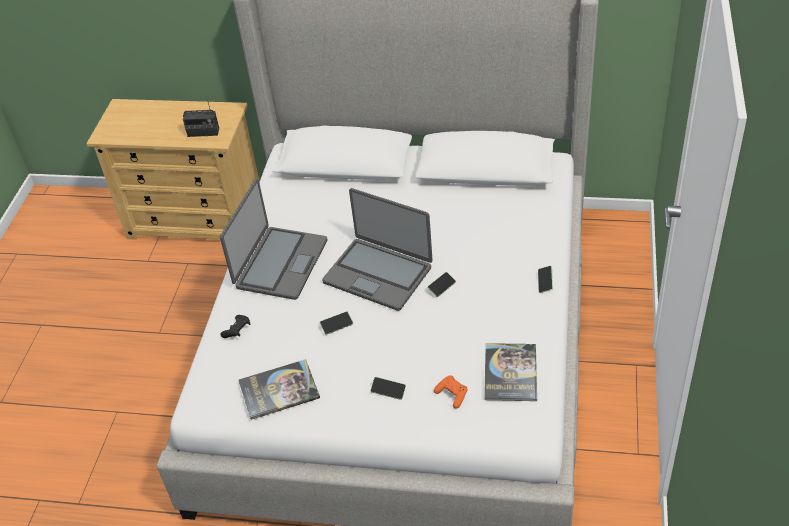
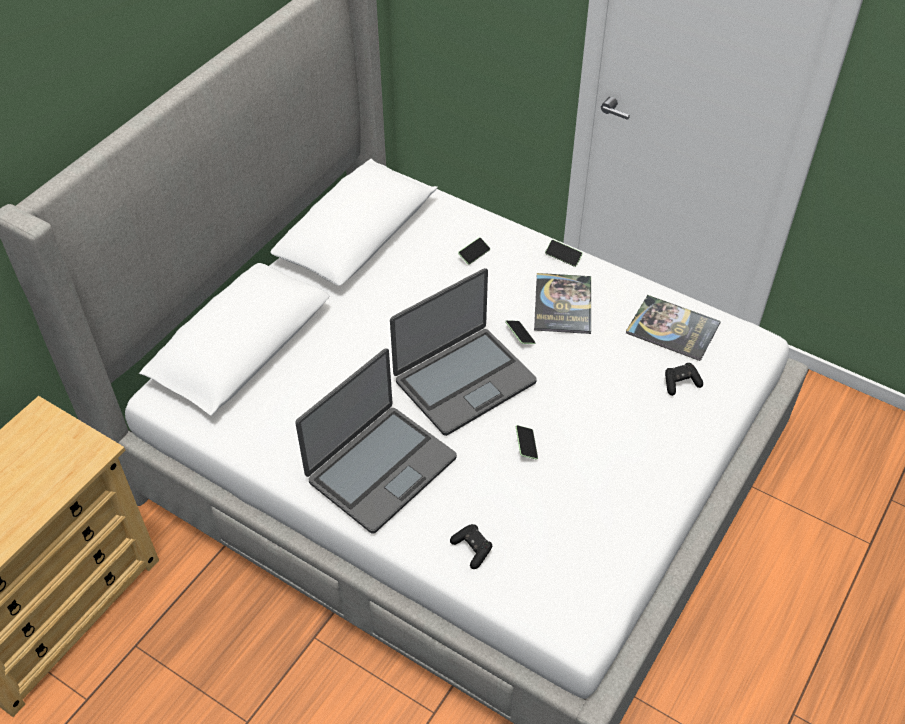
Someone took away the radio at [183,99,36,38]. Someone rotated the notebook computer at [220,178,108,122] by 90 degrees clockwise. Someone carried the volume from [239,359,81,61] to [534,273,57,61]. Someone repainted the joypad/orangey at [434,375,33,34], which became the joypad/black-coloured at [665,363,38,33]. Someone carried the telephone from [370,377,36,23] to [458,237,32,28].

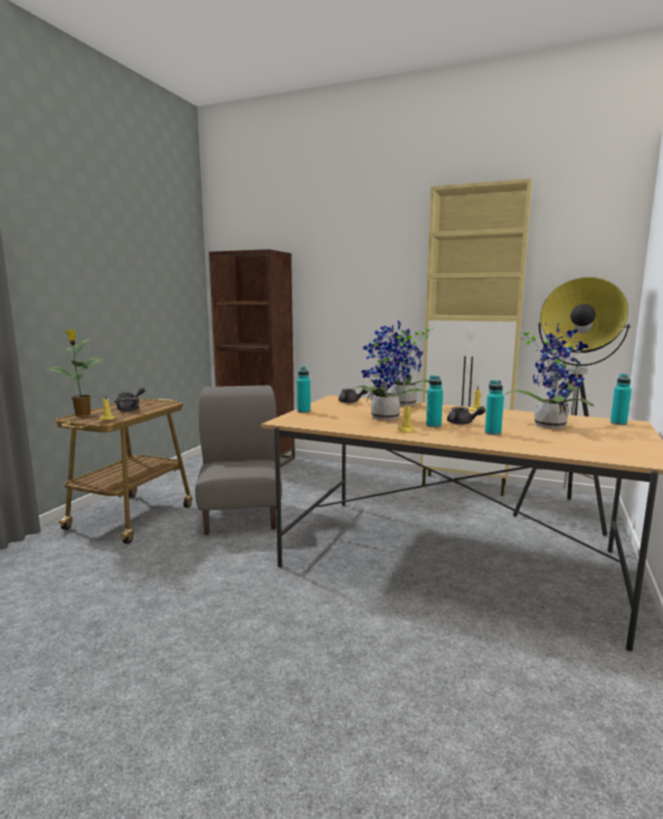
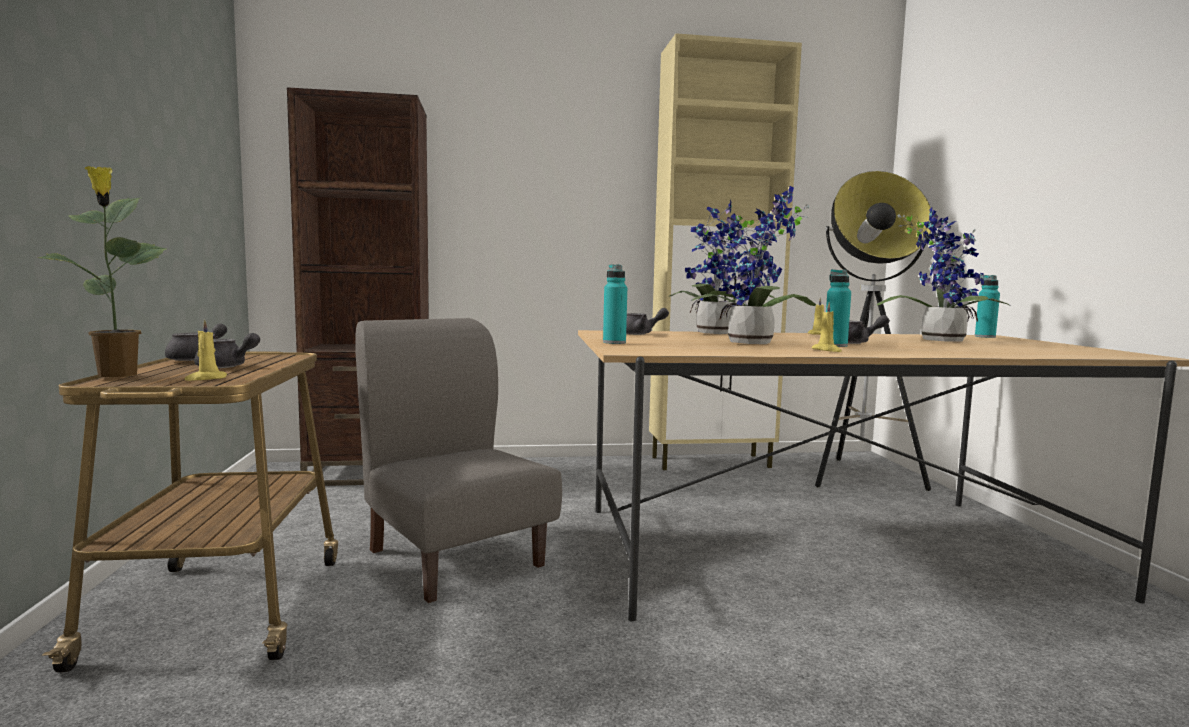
Someone took away the bottle/turquoise at [485,380,19,55].

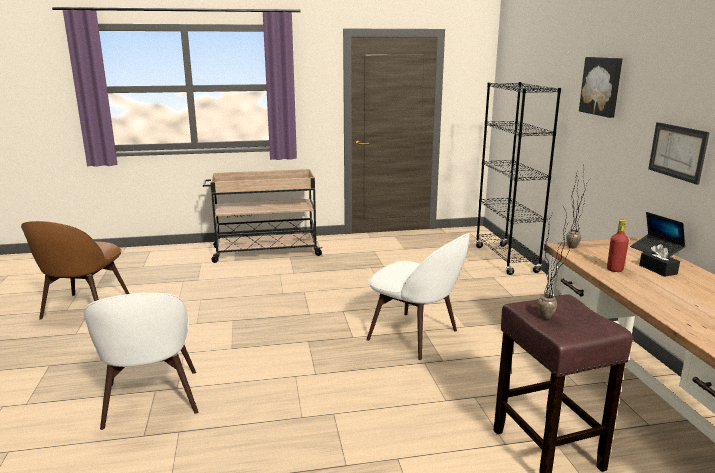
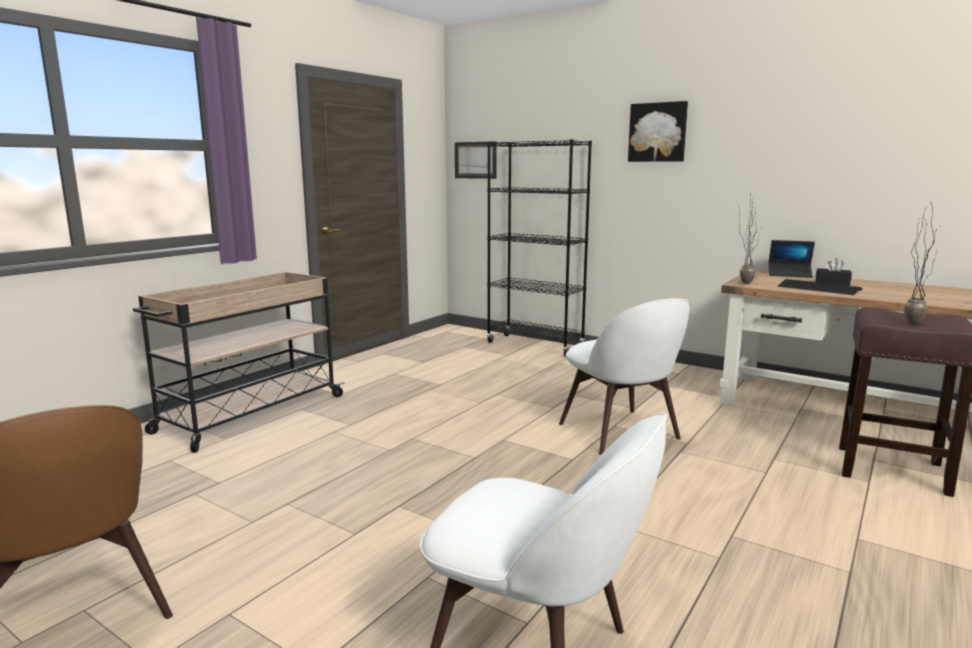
Someone carried the picture from [648,122,62,63] to [455,141,42,38]. Someone swapped the bottle/red-coloured at [607,220,22,52] for the PC keyboard at [778,279,84,16]. Someone rotated the upright chair/whitish at [367,233,103,127] by 75 degrees clockwise.

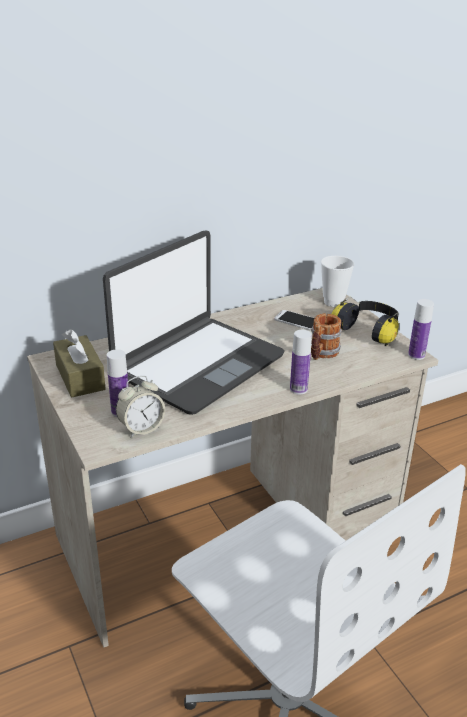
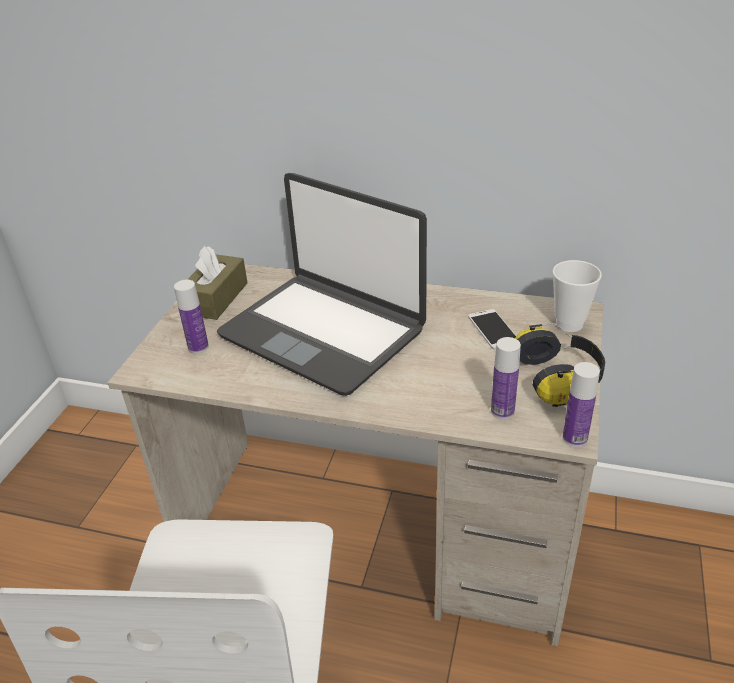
Someone rotated the notebook computer at [103,231,182,184] by 45 degrees clockwise. Someone took away the tea mug at [311,313,31,47]. Someone carried the bottle from [290,330,22,65] to [491,337,30,82]. Someone took away the alarm clock at [116,376,49,62].

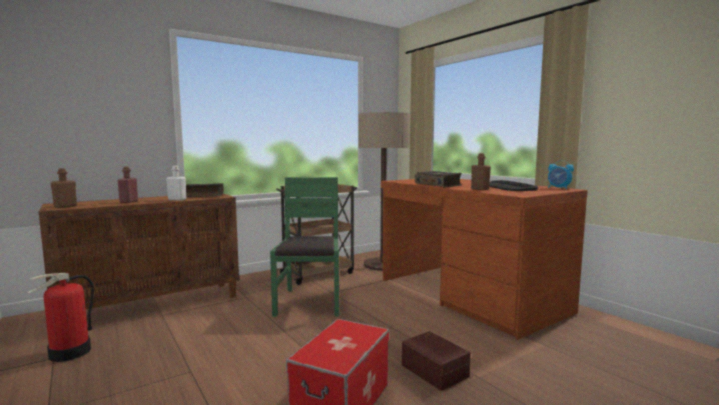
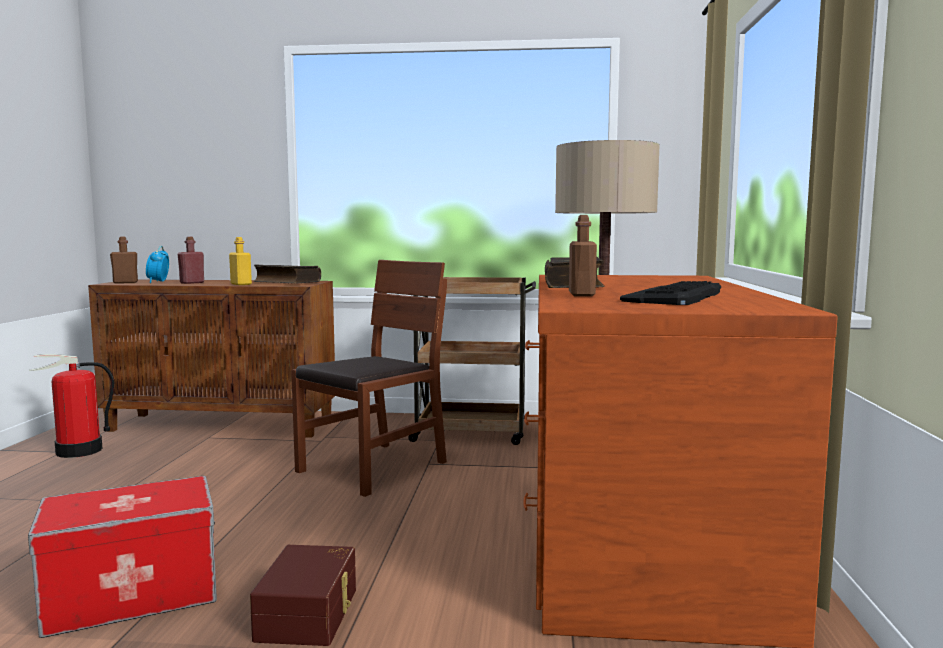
Someone carried the alarm clock from [548,160,26,29] to [146,246,23,37]. Someone repainted the bottle/whitish at [166,166,20,34], which became the bottle/yellow-coloured at [229,237,23,48]. Someone repainted the upright chair/green-coloured at [270,177,69,140], which became the upright chair/brown-coloured at [291,260,156,237].

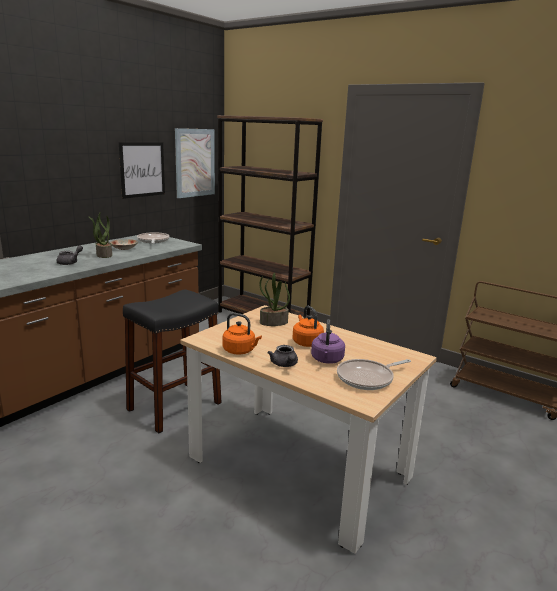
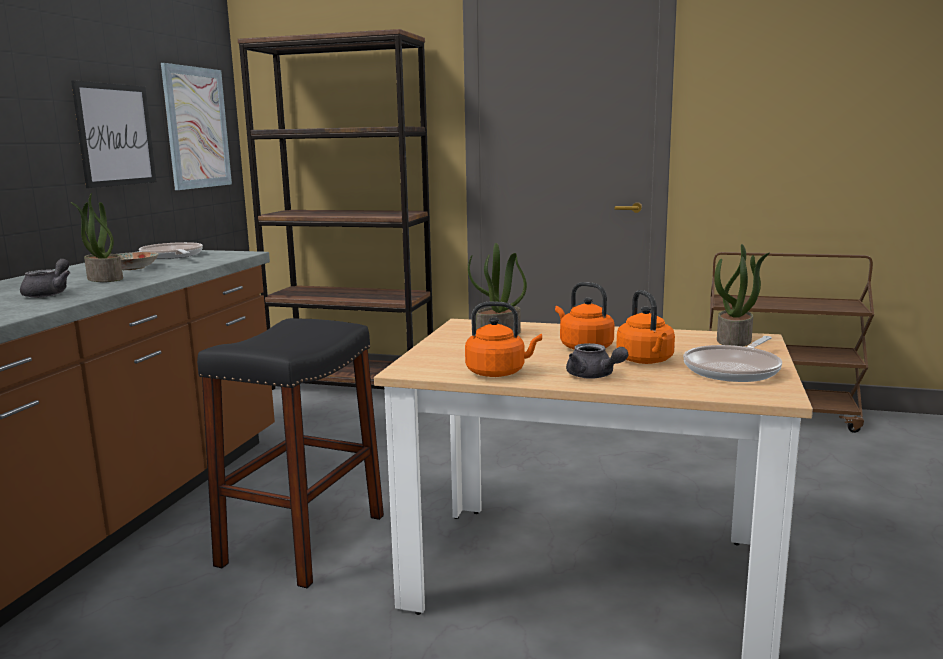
Someone repainted the tea kettle/purple at [311,319,34,45], which became the tea kettle/orangey at [616,290,59,74]. Someone put down the houseplant at [714,244,56,102].

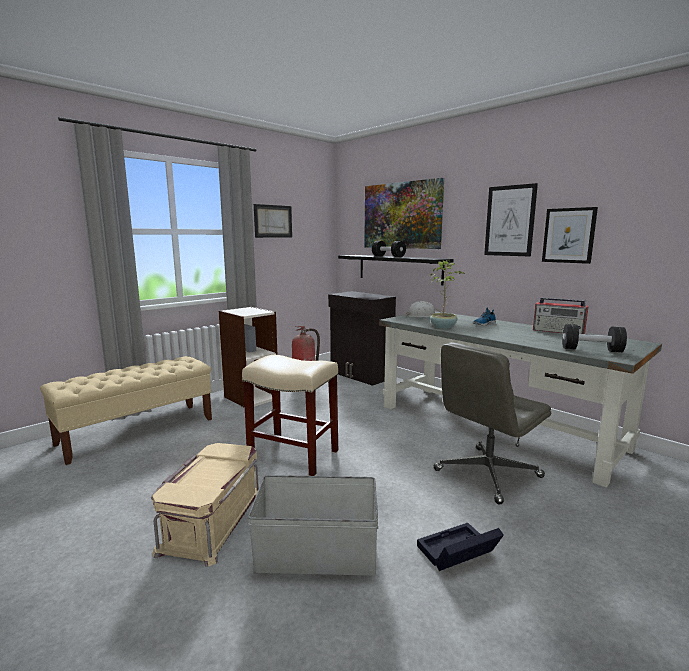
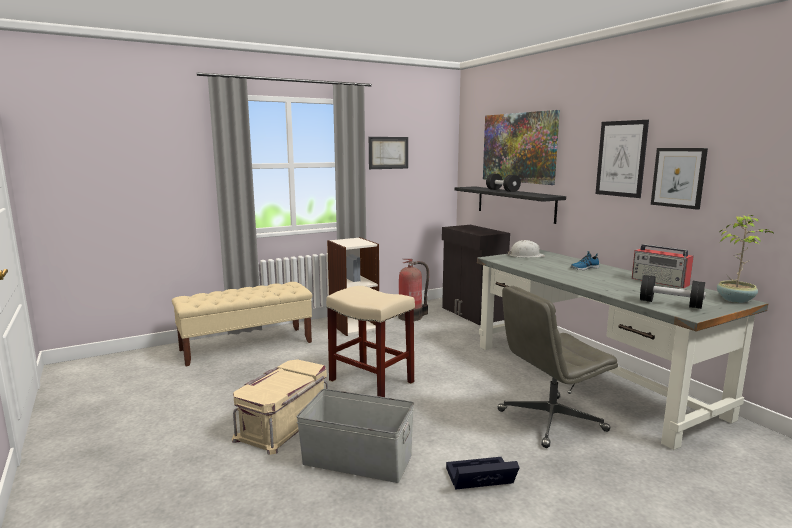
Someone carried the houseplant from [430,260,35,69] to [717,214,57,89].

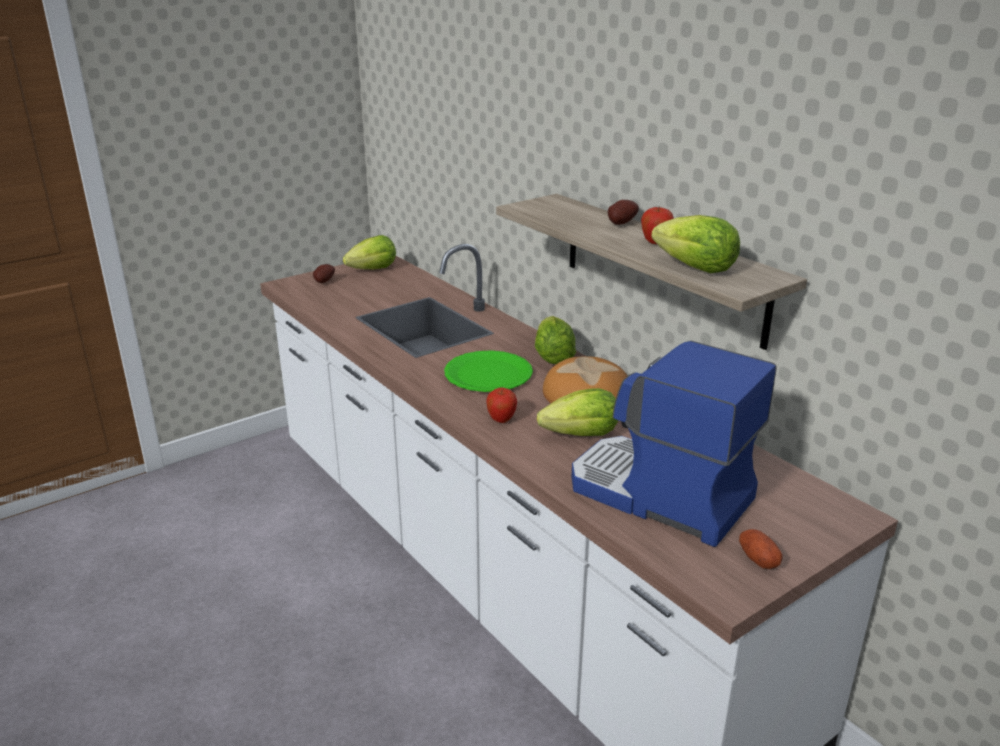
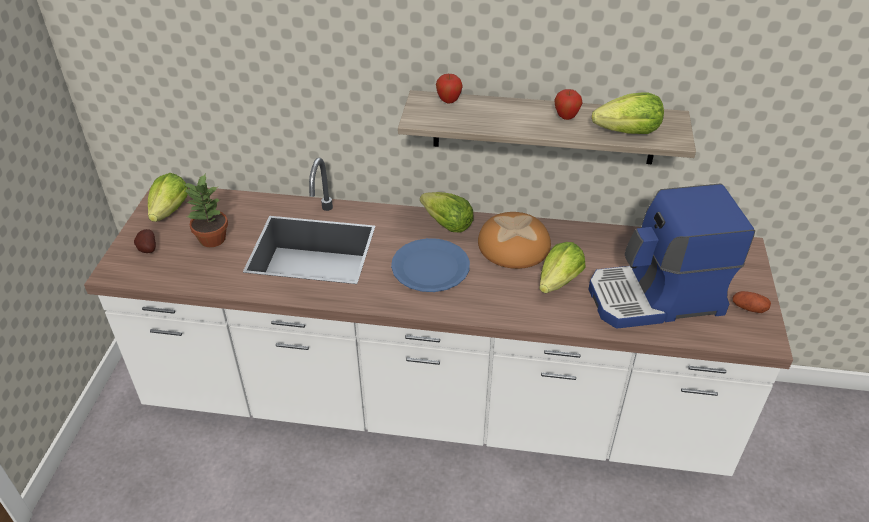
Someone took away the whole potato at [608,200,31,25]. Someone repainted the dinner plate/green-coloured at [444,350,89,42], which became the dinner plate/blue at [391,238,79,54]. Someone carried the apple from [486,388,31,35] to [436,74,27,30]. Someone put down the houseplant at [183,175,45,72].

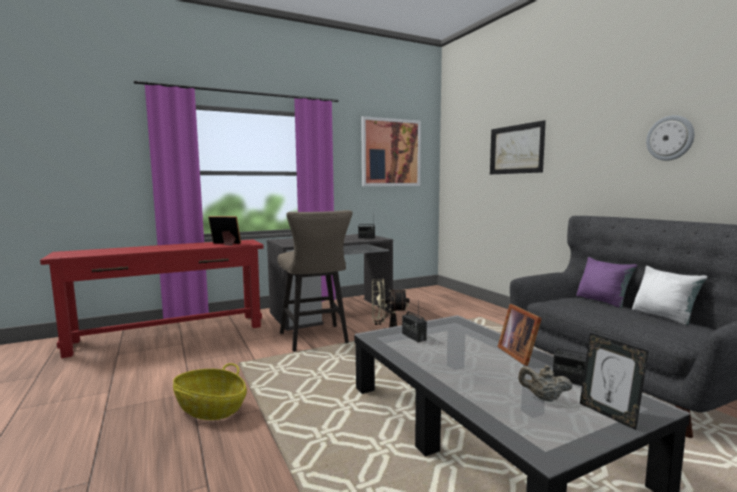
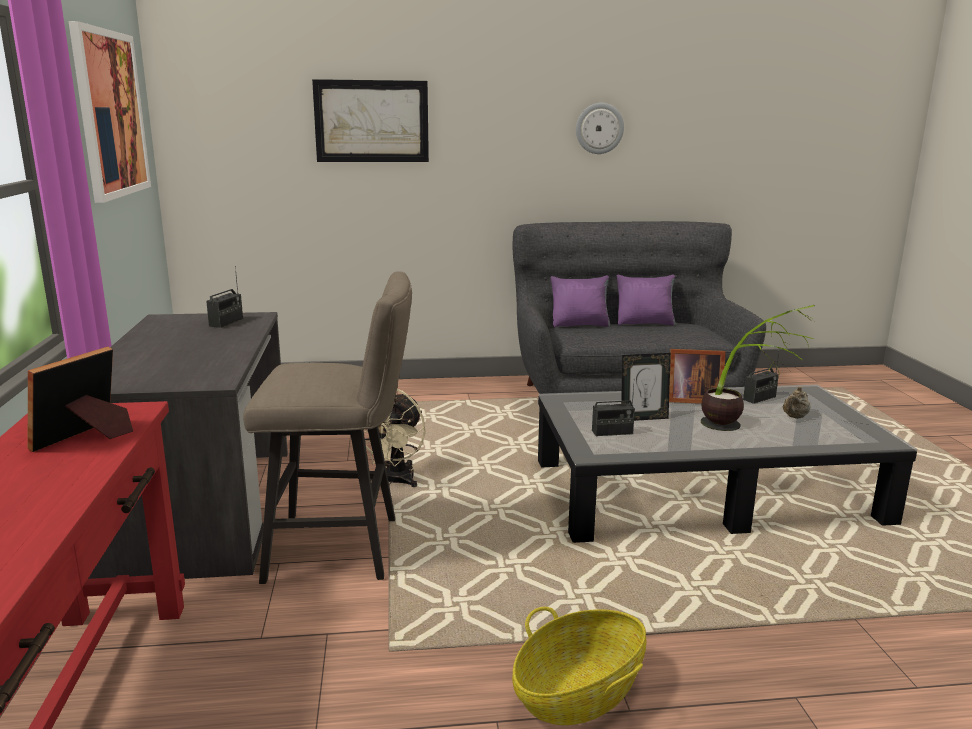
Someone repainted the pillow/whitish at [632,266,75,59], which became the pillow/purple at [617,274,58,52]. Someone carried the photo frame from [580,333,69,97] to [621,353,50,68]. Someone put down the houseplant at [701,305,114,126].

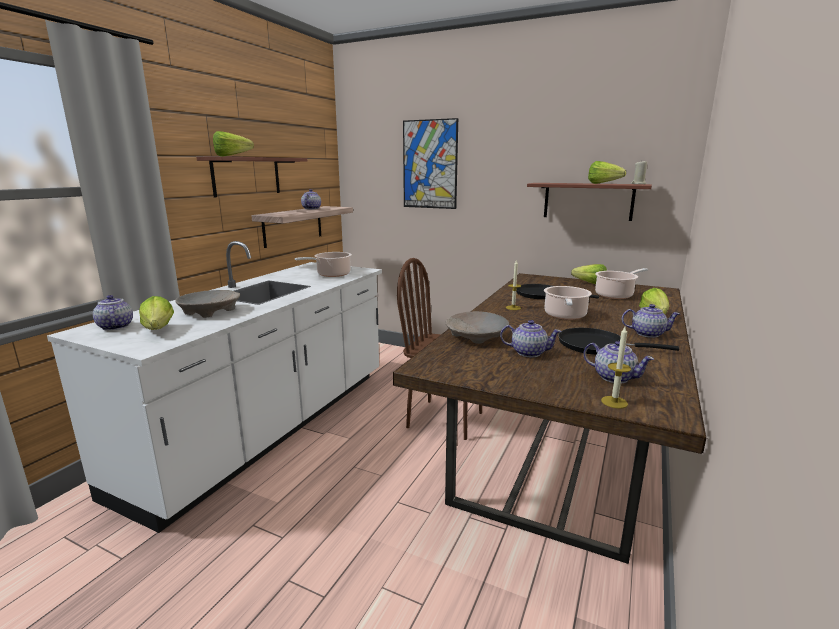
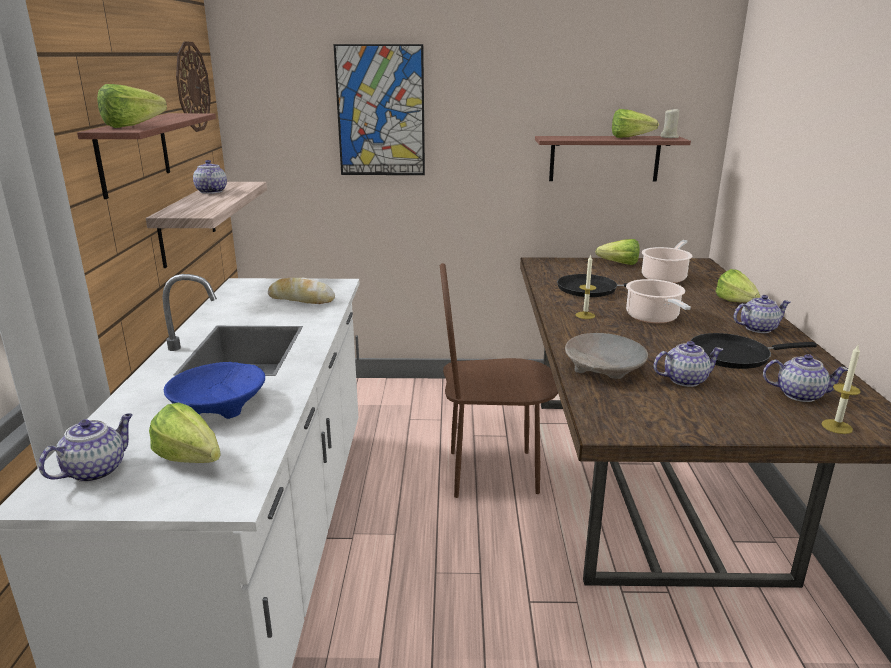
Someone swapped the stockpot at [295,252,57,25] for the bakery bread at [268,277,67,27]. Someone repainted the serving bowl/sand-coloured at [175,290,65,28], which became the serving bowl/blue at [164,362,101,57]. Someone rotated the teapot at [93,295,40,35] by 90 degrees clockwise. Someone put up the hanging clock at [176,41,35,91].

